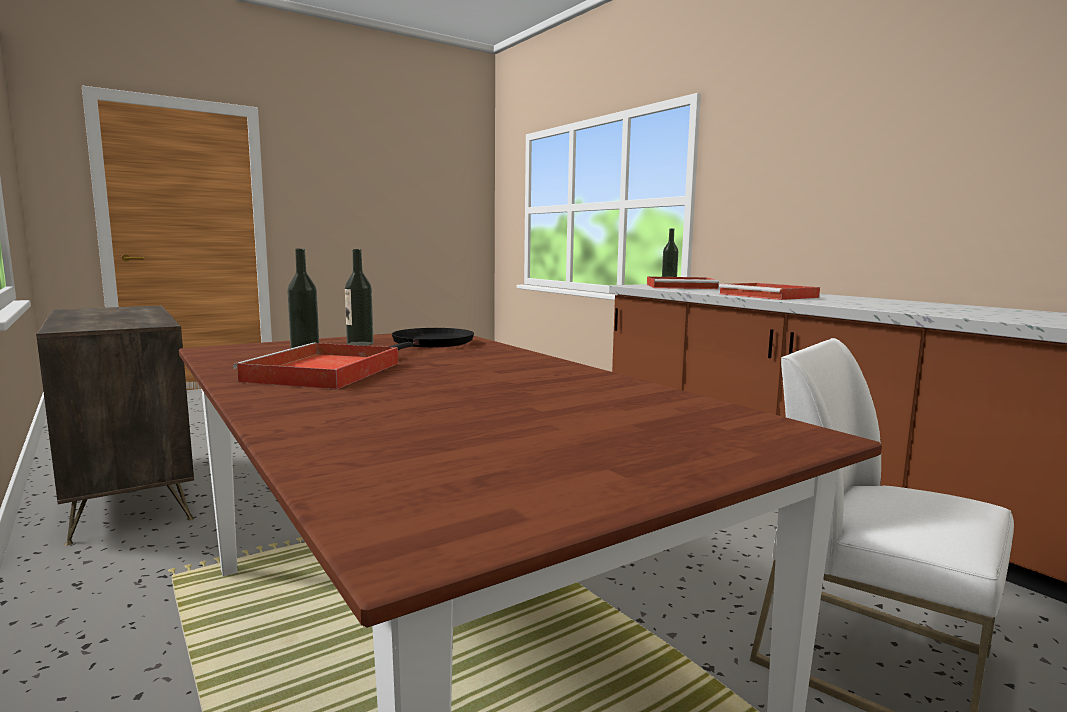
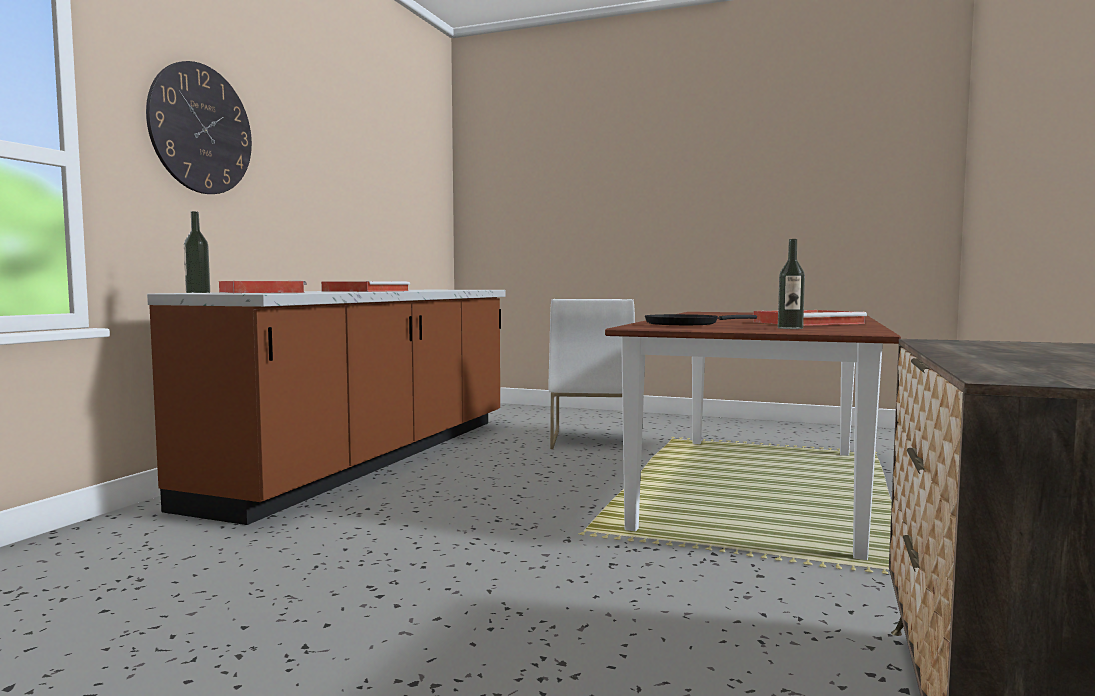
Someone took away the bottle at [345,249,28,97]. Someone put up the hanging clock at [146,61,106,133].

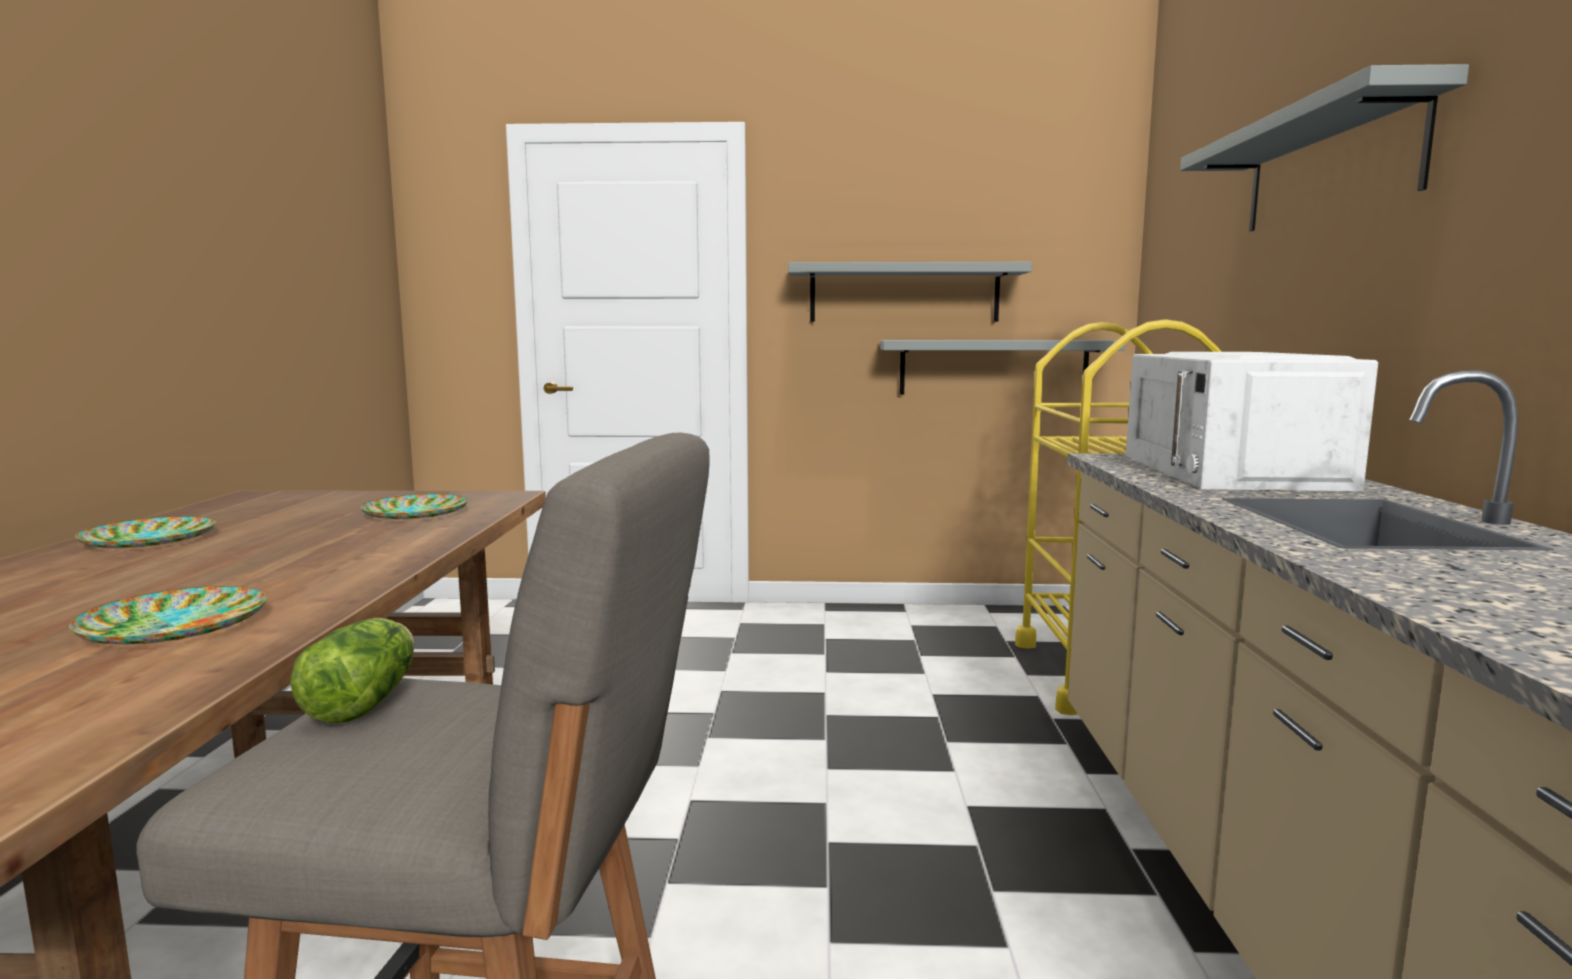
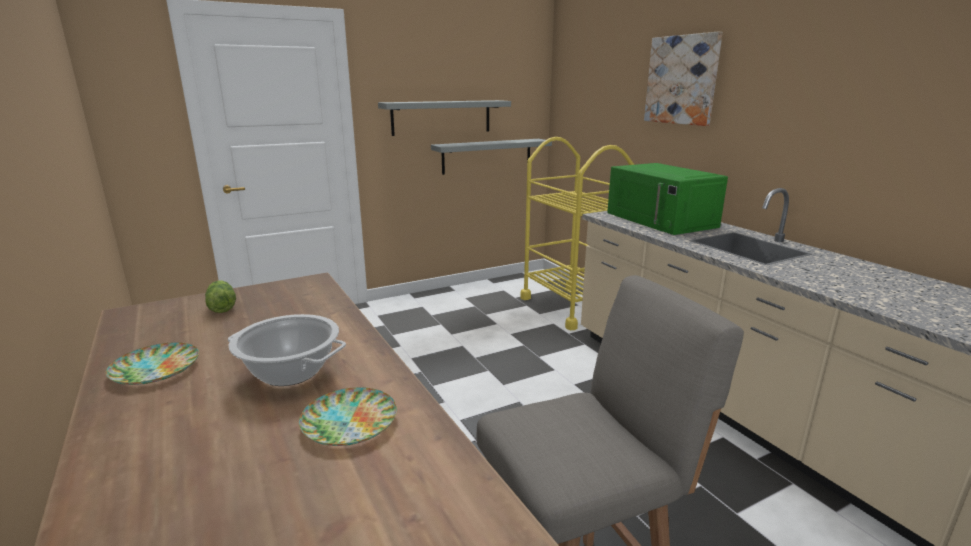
Someone swapped the wall shelf/greyish at [1180,64,289,167] for the picture at [644,32,79,94]. Someone repainted the microwave/whitish at [1126,352,252,139], which became the microwave/green-coloured at [607,163,121,72]. Someone took away the dinner plate at [360,494,108,25]. Someone carried the head of lettuce from [290,618,124,105] to [205,281,31,32]. Someone put down the stockpot at [228,314,118,72].

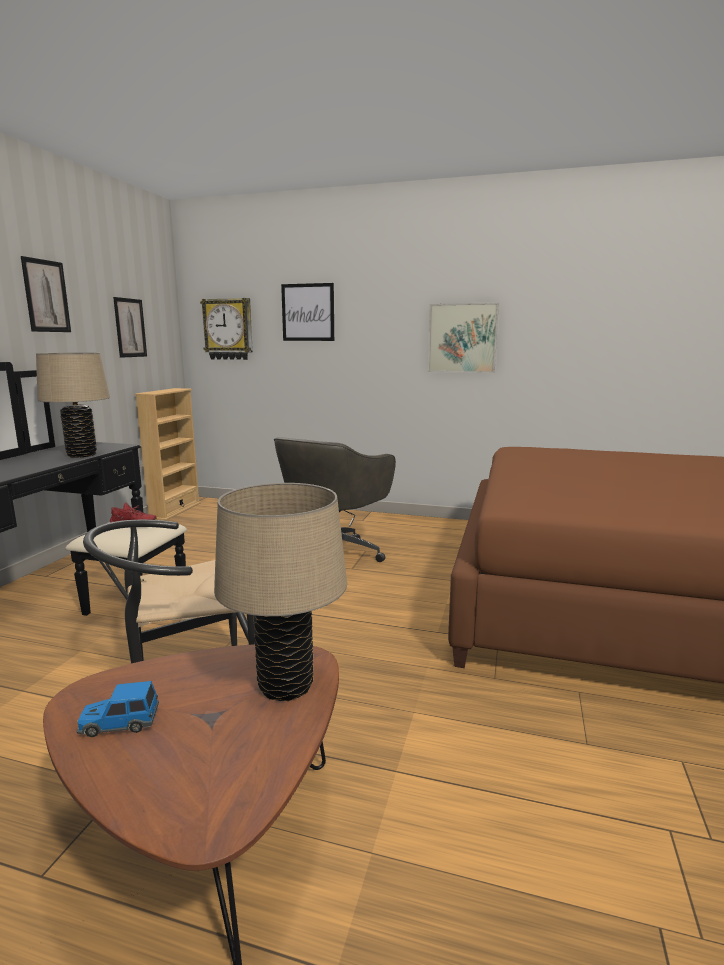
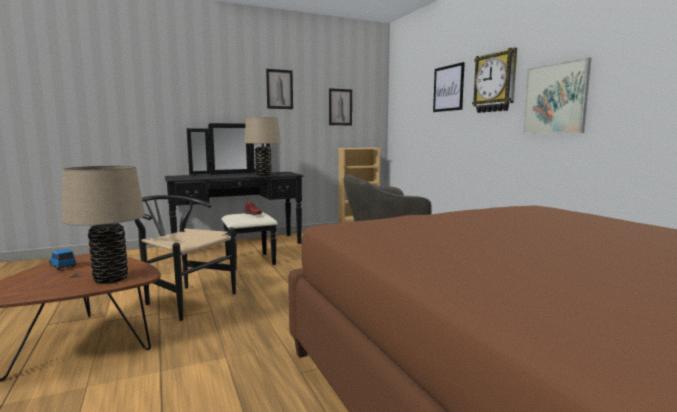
Someone carried the hanging clock from [200,298,53,62] to [472,48,45,65].

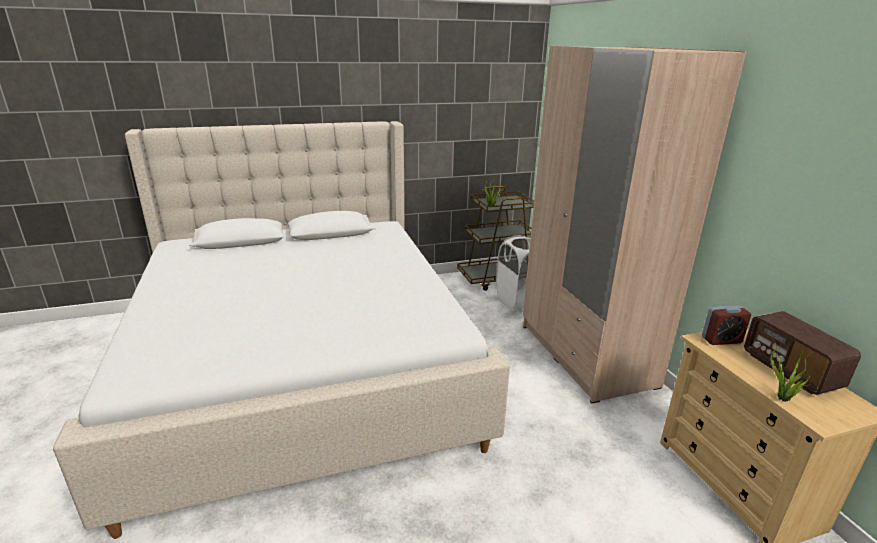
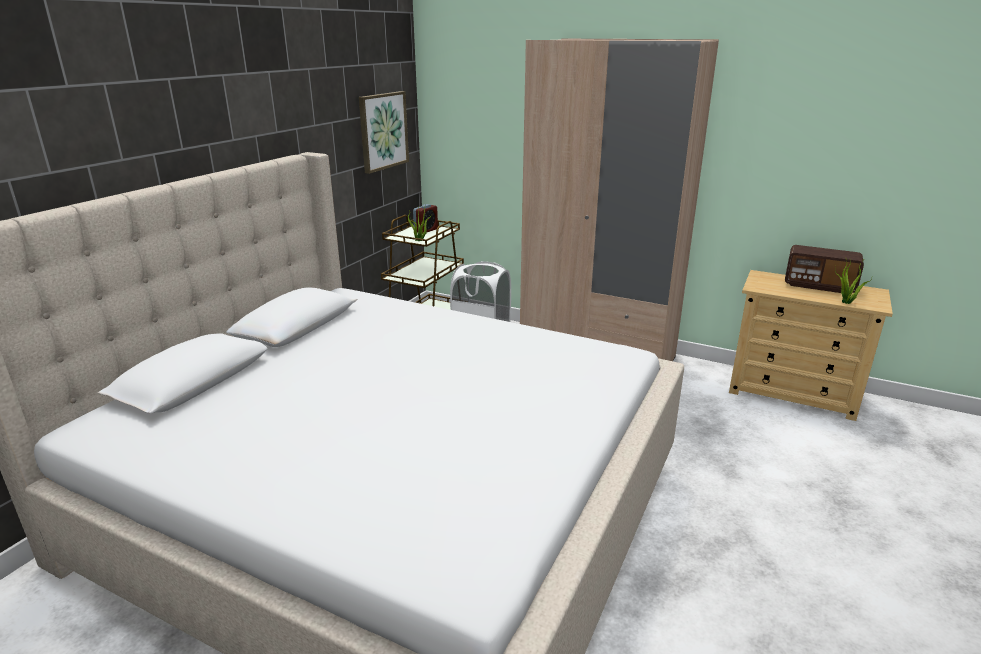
Someone carried the alarm clock from [702,305,49,40] to [413,204,25,30]. Someone put up the picture at [359,91,50,83].

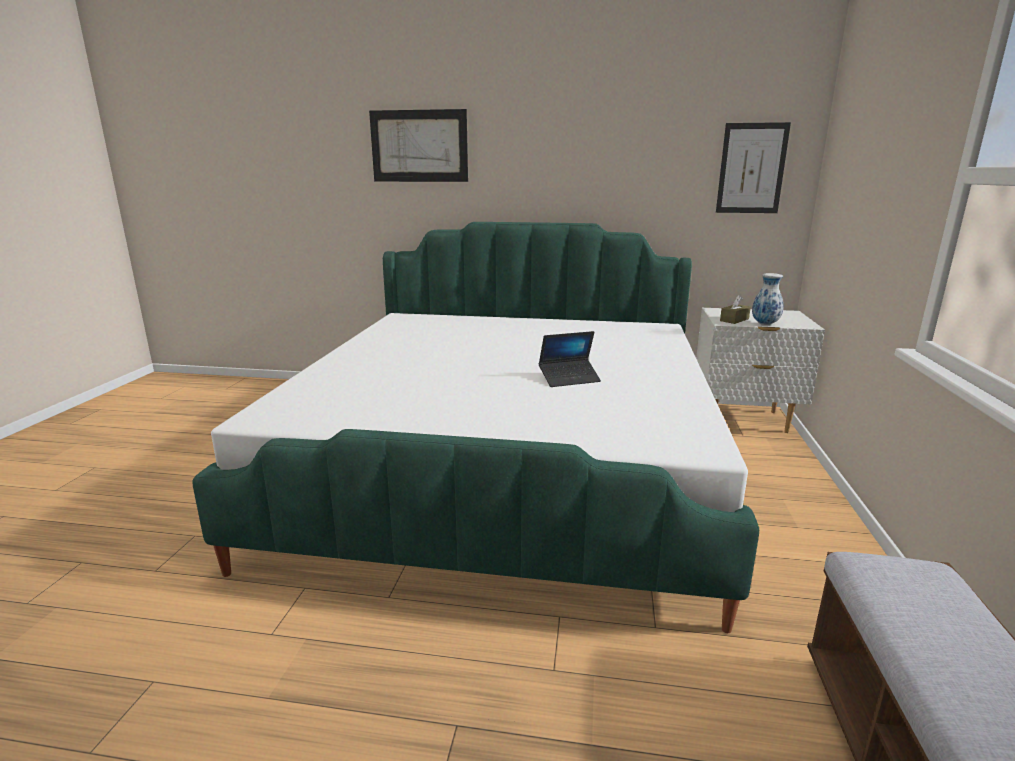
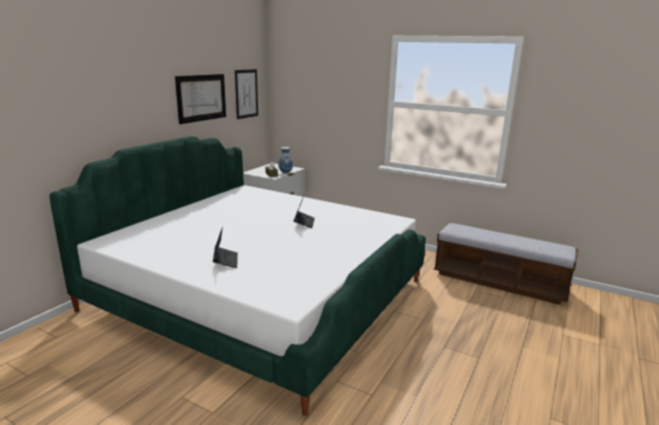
Someone carried the picture from [369,109,99,73] to [175,74,51,50]. Someone put down the notebook computer at [213,226,25,42].

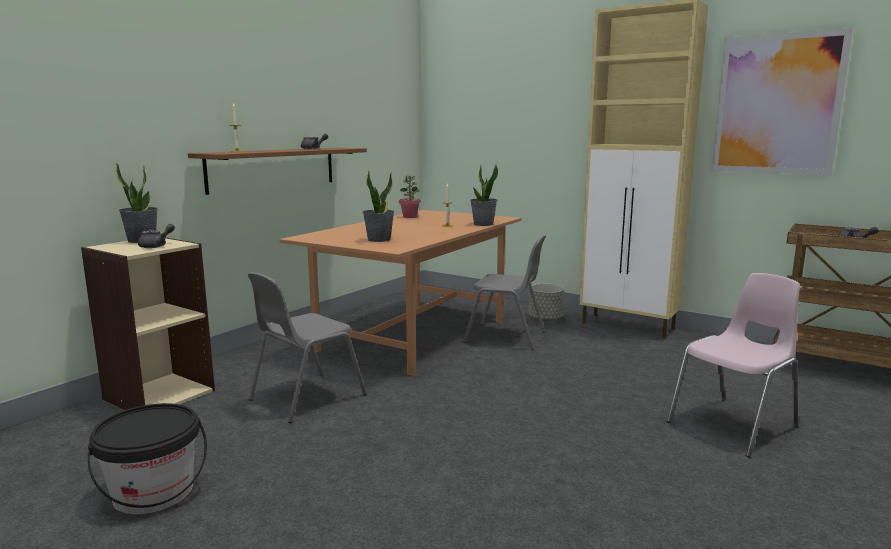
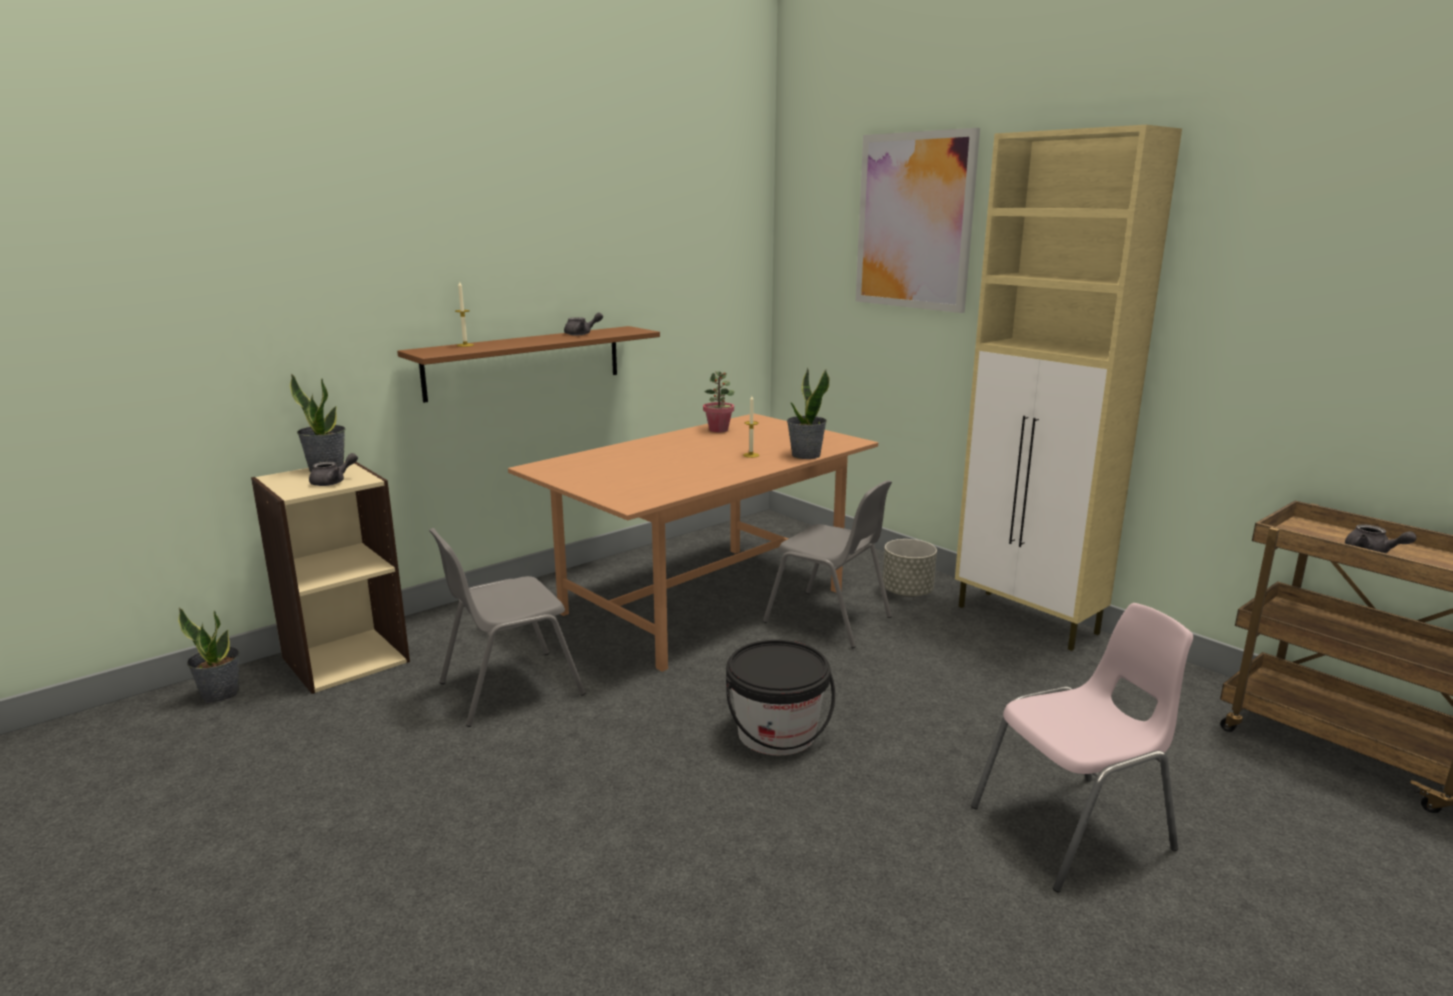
Someone carried the picture from [712,28,141,147] to [856,128,124,185]. Someone carried the houseplant from [363,170,31,72] to [178,608,62,95]. Someone carried the water bucket/black-coloured from [88,403,119,111] to [726,640,109,115].

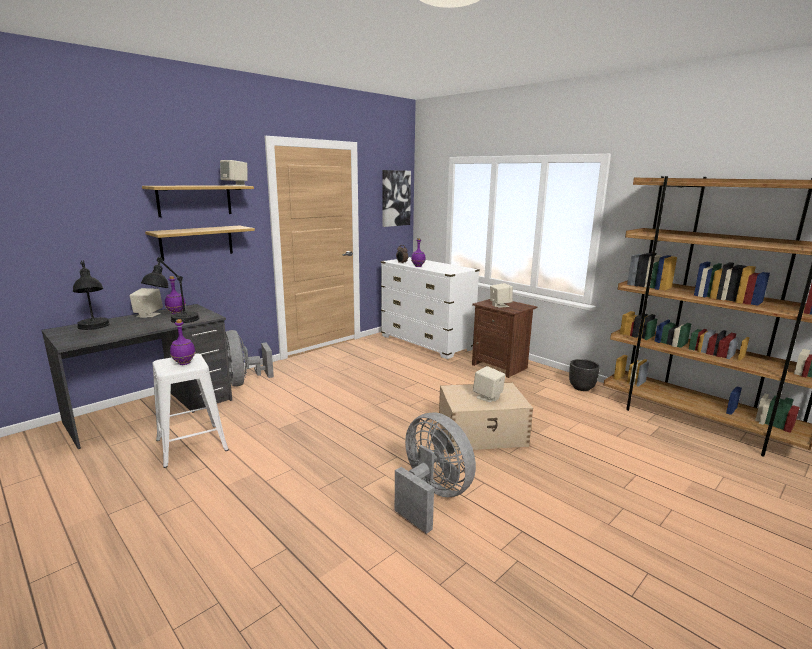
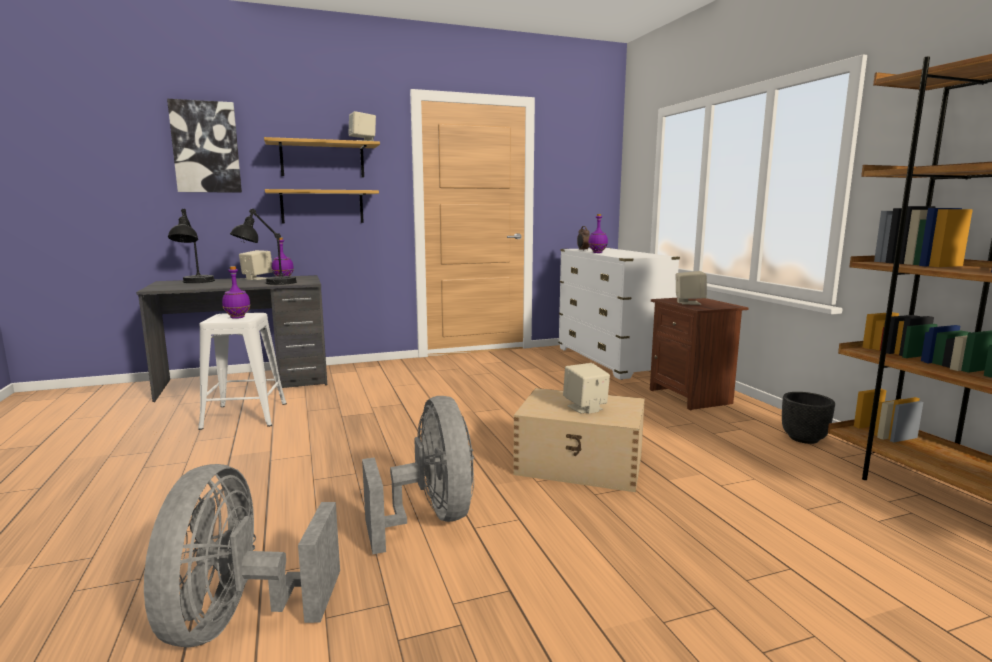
Someone carried the picture from [382,170,29,57] to [167,99,75,94]. Someone carried the cooling fan/greyish from [225,330,49,57] to [144,464,196,184].

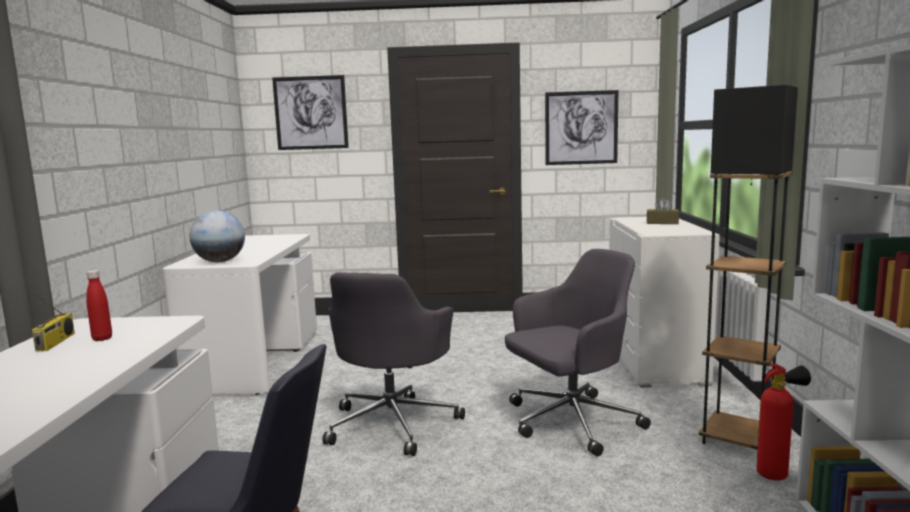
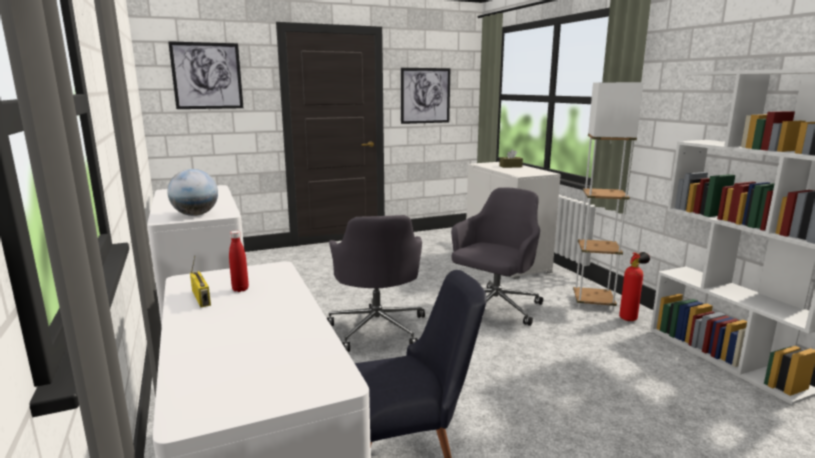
Someone repainted the standard lamp/black-coloured at [699,85,99,367], which became the standard lamp/whitish at [573,82,71,229].

